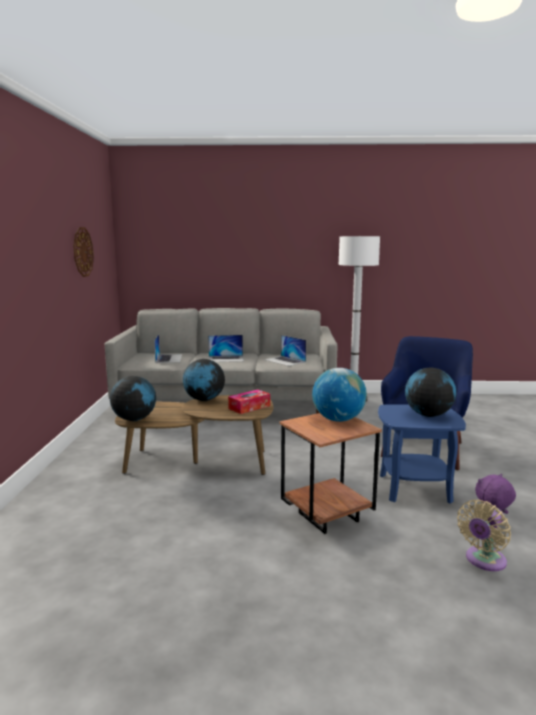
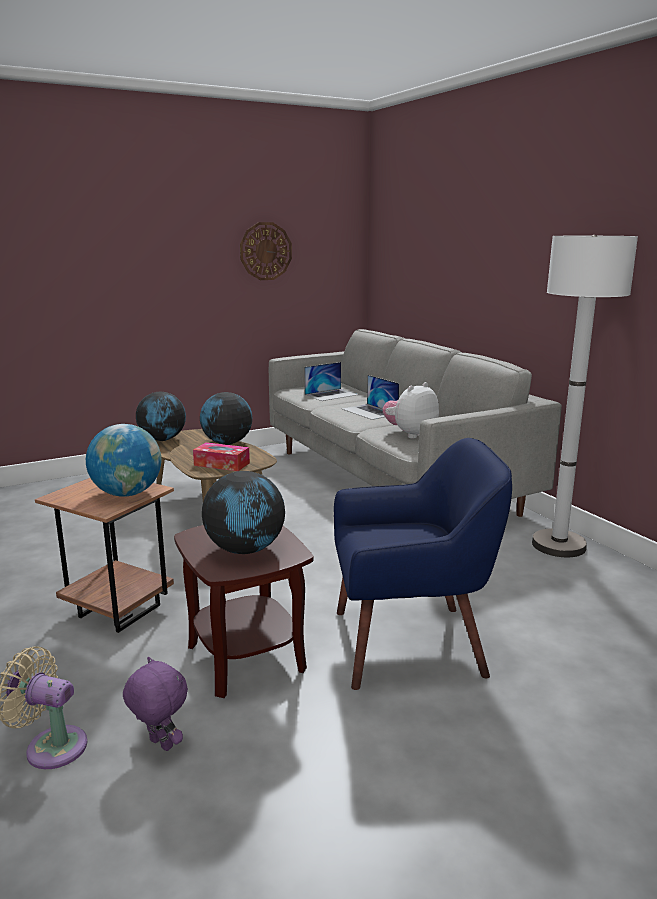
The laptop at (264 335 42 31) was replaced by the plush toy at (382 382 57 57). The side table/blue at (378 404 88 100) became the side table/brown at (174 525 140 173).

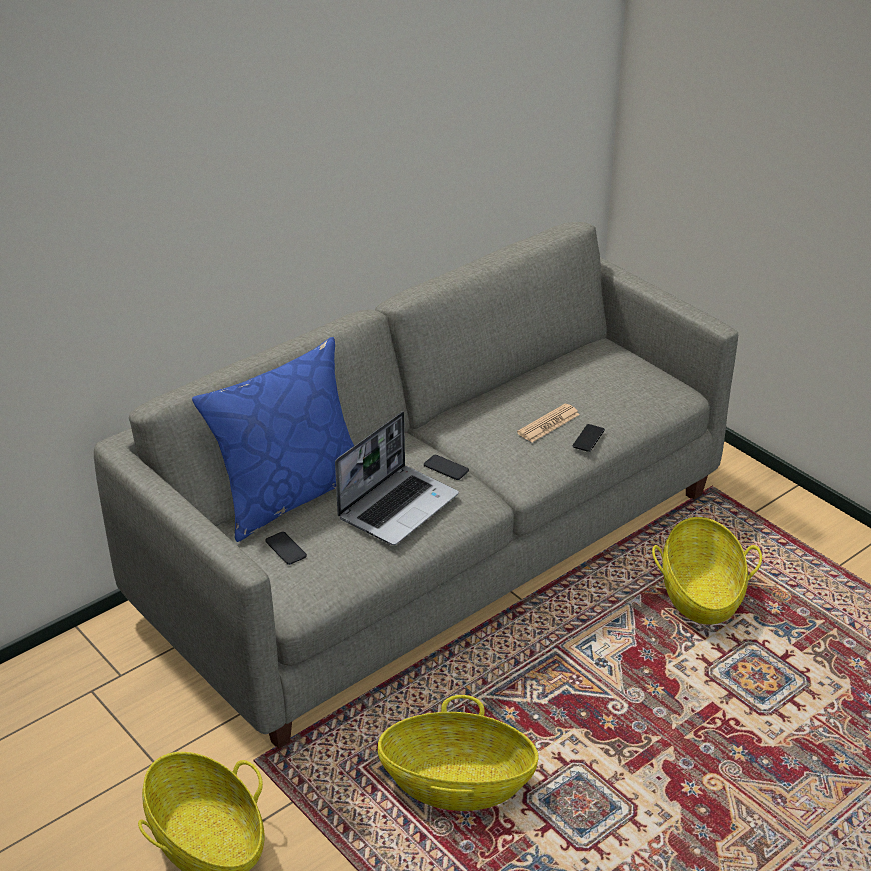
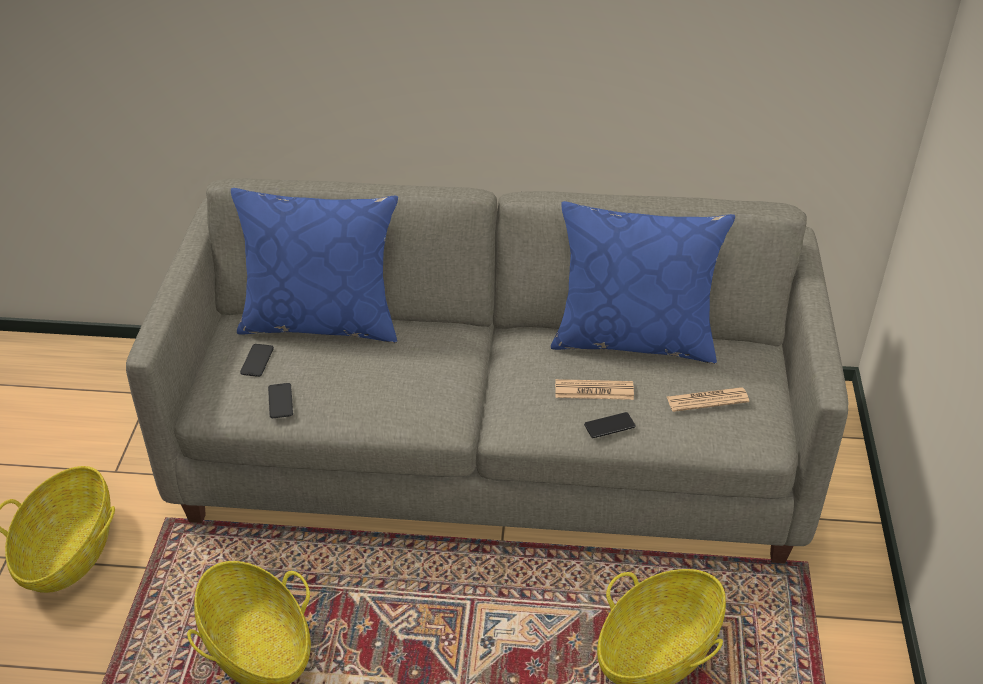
The laptop at (335 411 124 134) disappeared. The phone moved from (424 455 45 25) to (268 383 25 35). The pillow/blue at (551 201 184 163) appeared. The newspaper at (667 387 82 25) appeared.

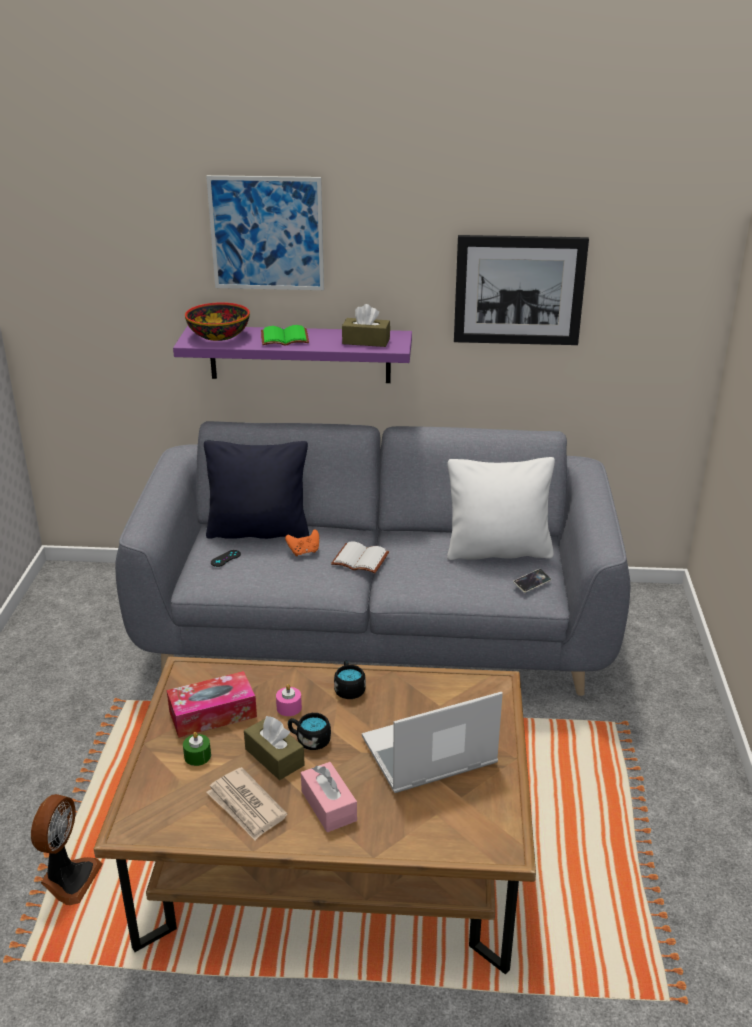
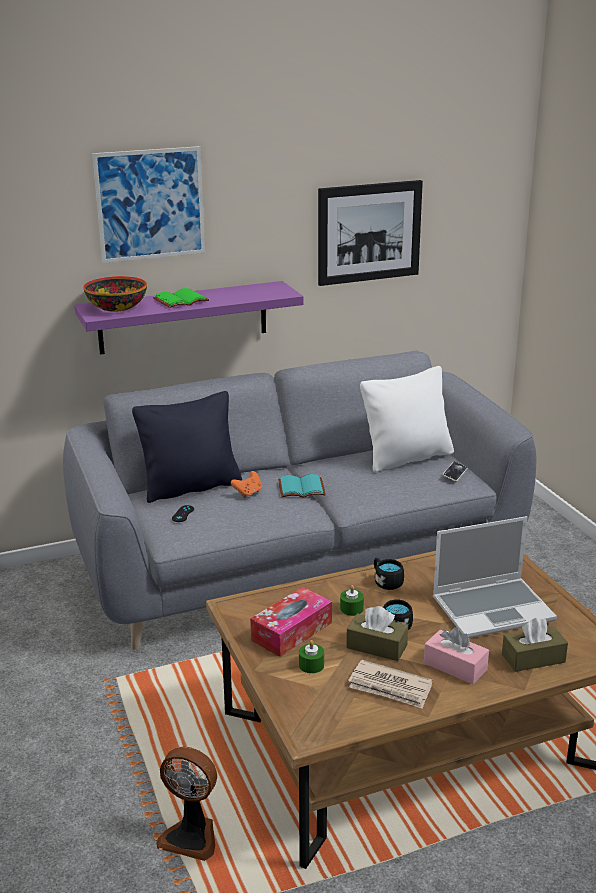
The fan at (31 794 72 111) turned 120 degrees clockwise. The candle/pink at (276 684 26 32) became the candle/green at (340 585 24 31). The book/white at (331 542 58 31) became the book/turquoise at (278 474 48 24). The tissue box/brown moved from (342 304 48 43) to (502 617 66 55). The laptop at (362 692 141 101) turned 150 degrees counterclockwise.

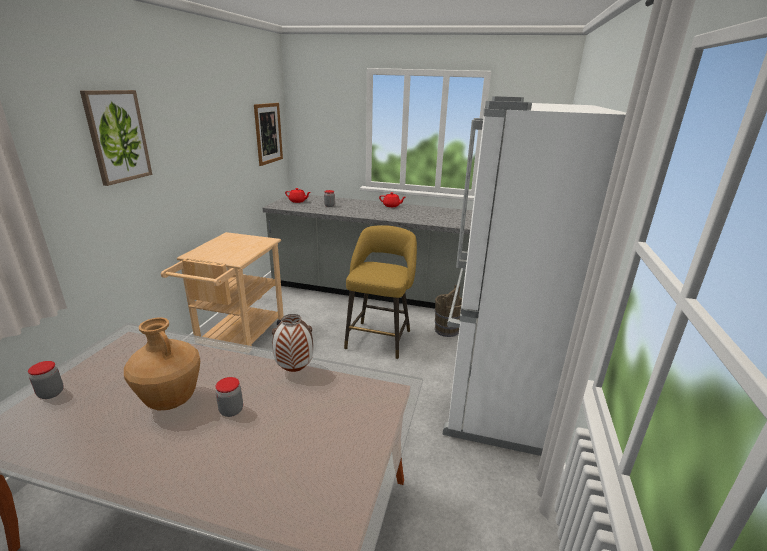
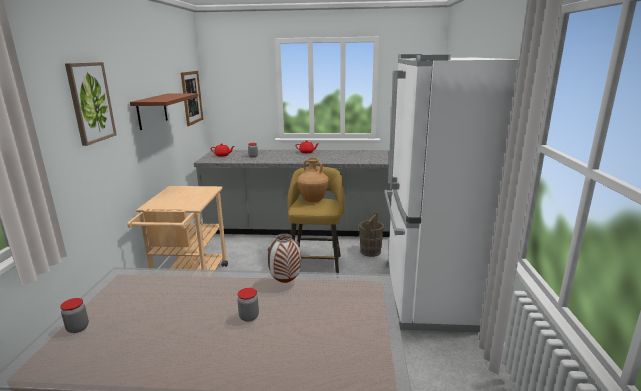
The vase/brown moved from (124 317 76 94) to (297 158 32 44). The shelf/brown at (130 93 68 37) appeared.

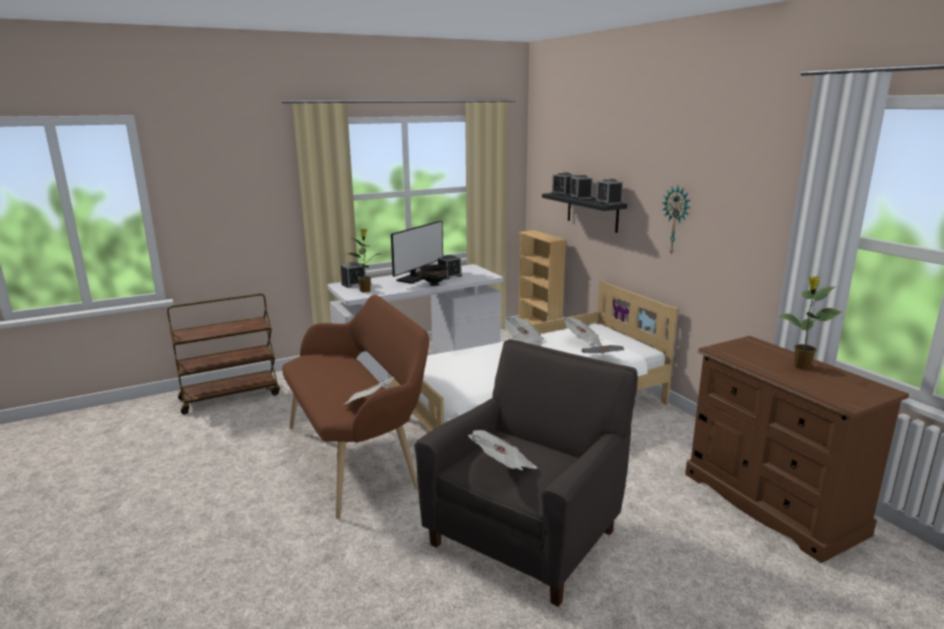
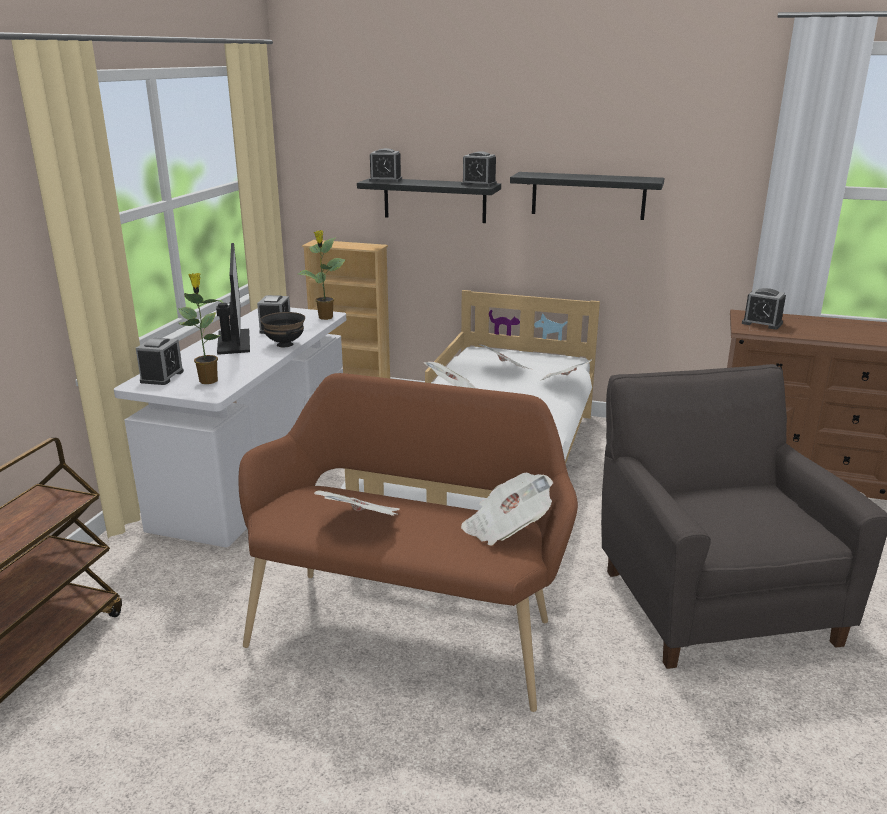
The newspaper moved from (468 430 69 40) to (314 490 86 26). The alarm clock moved from (570 175 23 24) to (742 288 44 42). The wall clock at (662 186 29 68) was replaced by the shelf/black at (510 172 154 48). The potted plant moved from (778 276 64 94) to (298 230 48 90).

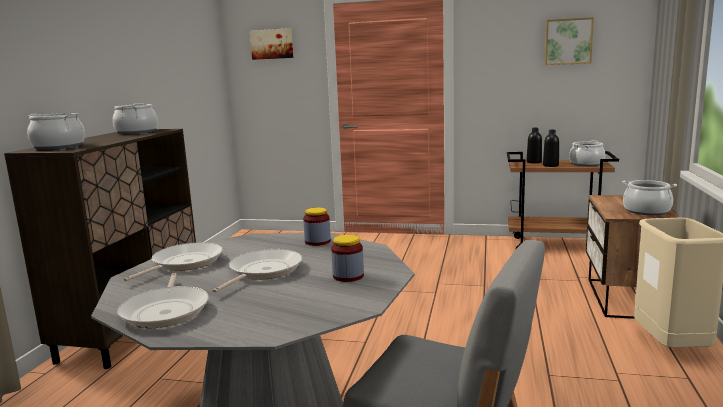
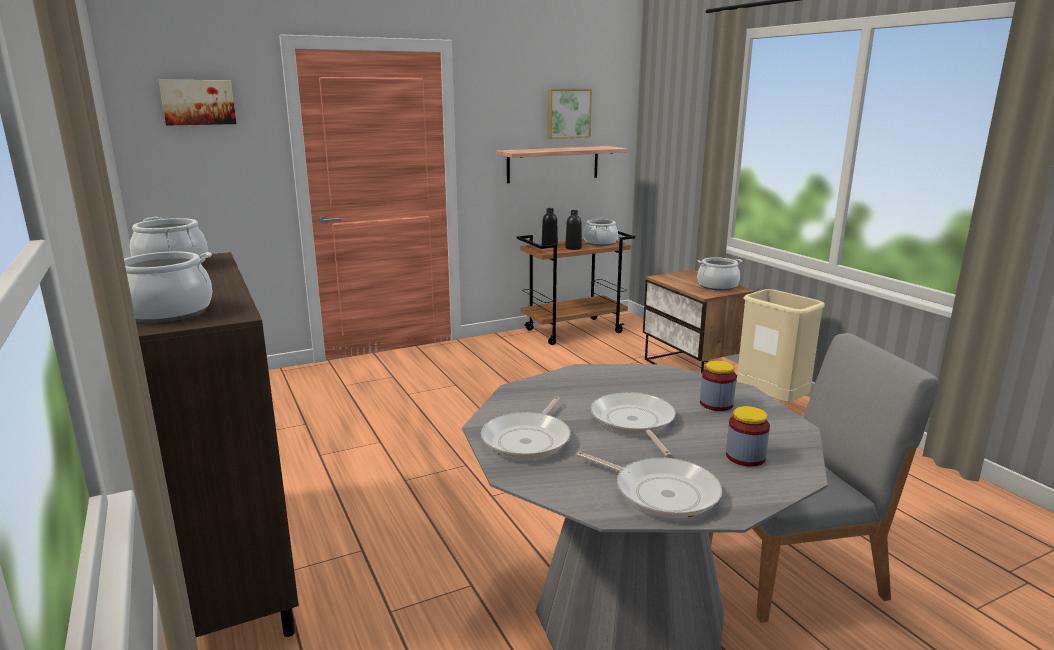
The frying pan at (123 242 100 39) turned 150 degrees counterclockwise. The jar moved from (303 207 28 39) to (726 406 44 61). The shelf at (496 146 131 37) appeared.

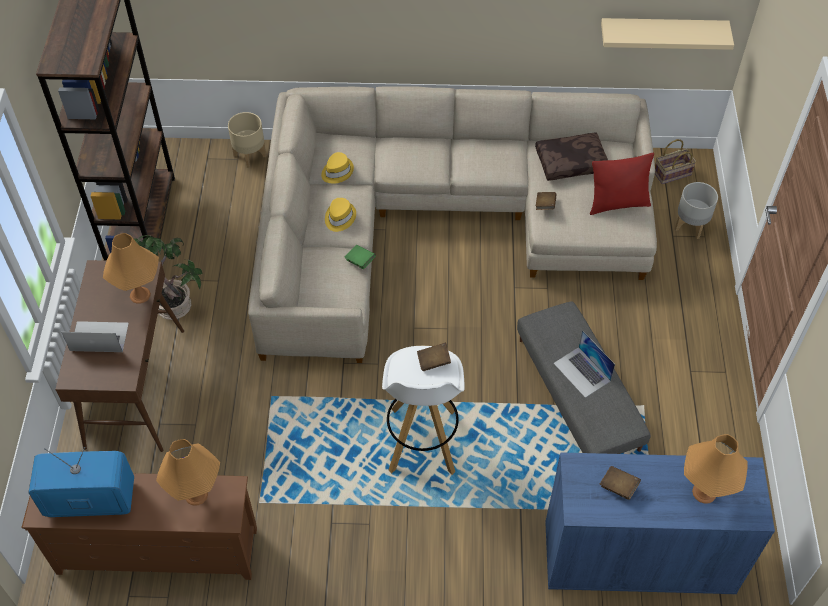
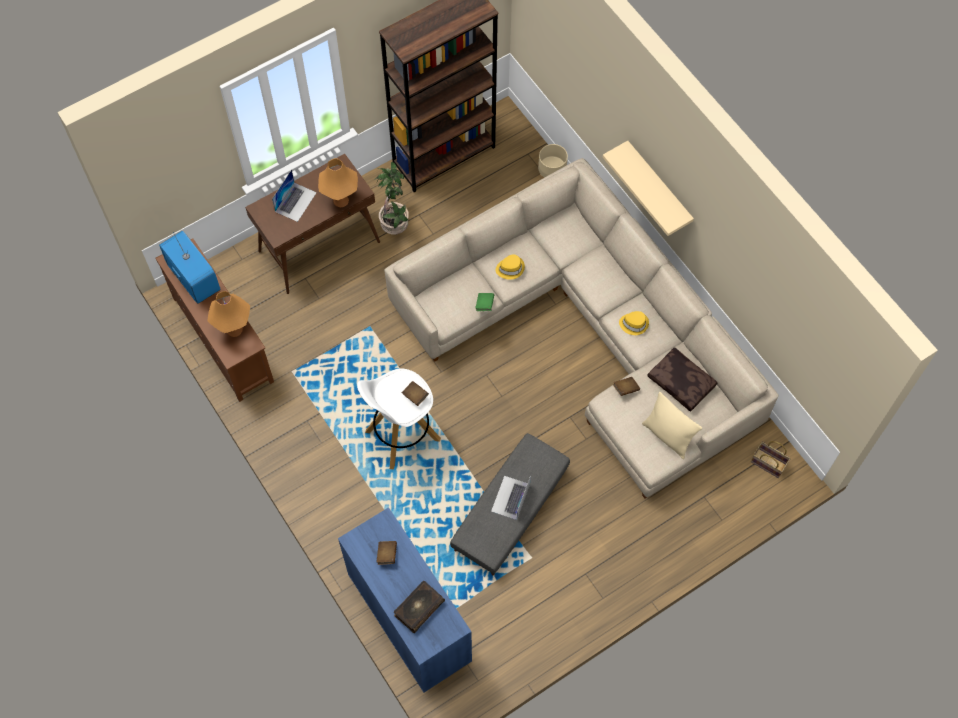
The laptop at (62 321 67 31) turned 60 degrees clockwise. The hat/yellow moved from (321 152 33 32) to (619 311 30 24). The pillow/red at (590 153 64 62) became the pillow/beige at (642 392 60 67). The shelf/beige moved from (601 18 133 32) to (602 141 92 95). The planter/grey at (675 182 43 57) disappeared. The table lamp/orange at (684 434 63 69) was replaced by the book at (394 581 51 52).

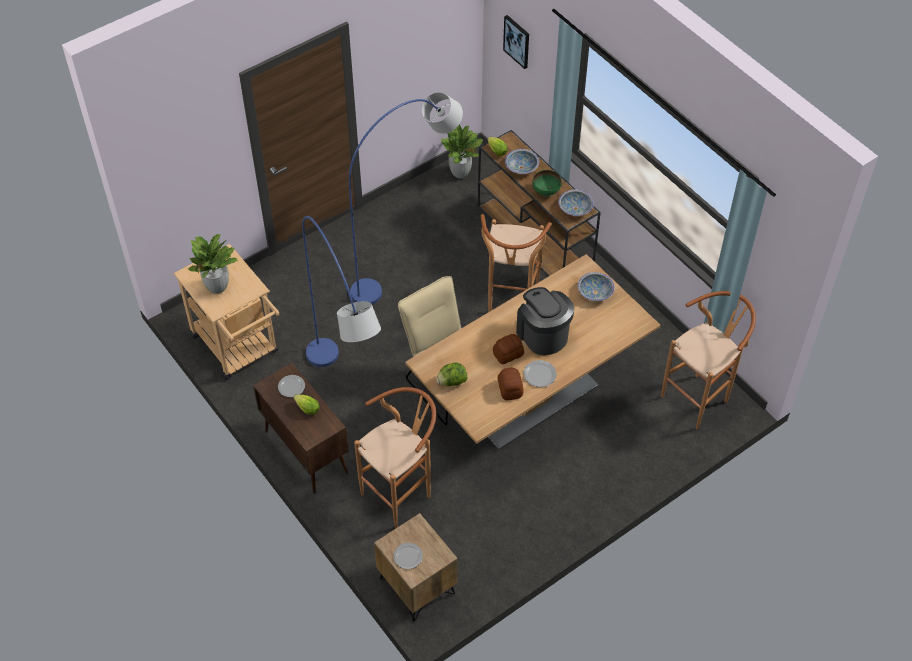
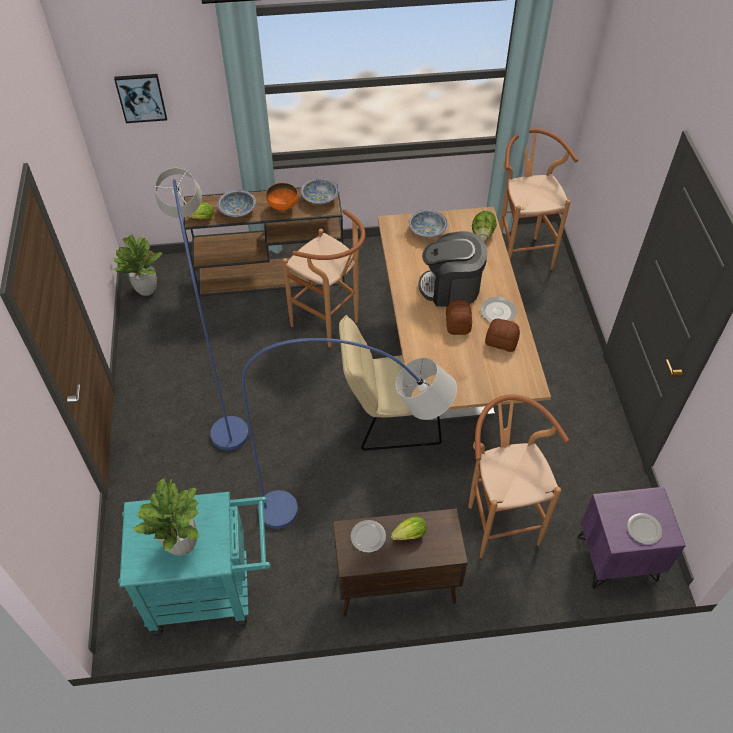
The cart/beige at (173 244 107 136) became the cart/turquoise at (118 492 152 144). The nightstand/brown at (374 513 84 108) became the nightstand/purple at (578 487 108 102). The lettuce moved from (436 363 31 23) to (472 211 25 30). The bowl/green at (532 170 30 27) became the bowl/orange at (266 183 32 30).

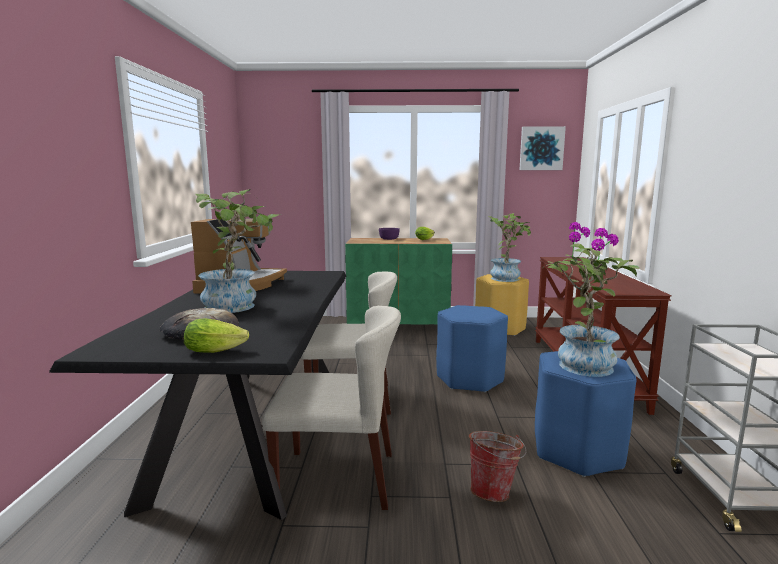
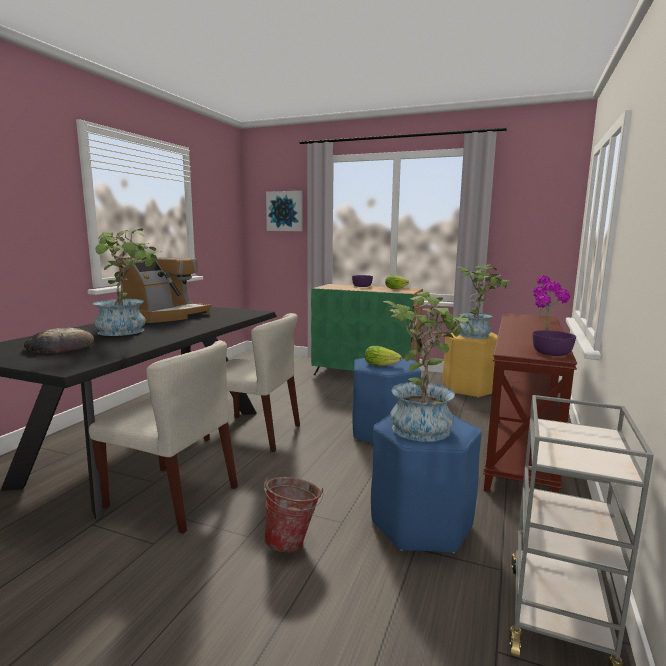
The lettuce moved from (184 318 65 35) to (365 346 37 20). The picture moved from (520 126 46 44) to (266 191 37 40). The bowl/purple at (533 330 43 26) appeared.

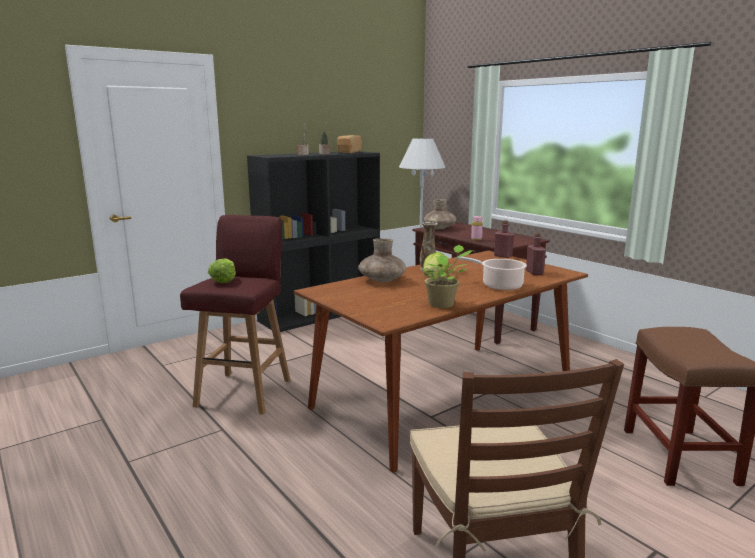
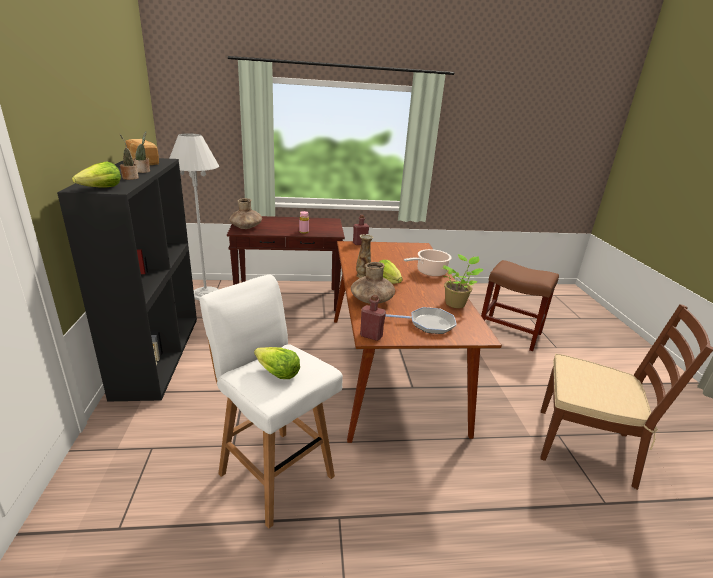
The stool/red at (180 215 110 200) became the stool/white at (199 275 144 254). The bottle/red moved from (526 233 20 42) to (360 295 26 46). The lettuce at (72 162 49 25) appeared. The frying pan at (385 307 72 27) appeared.

